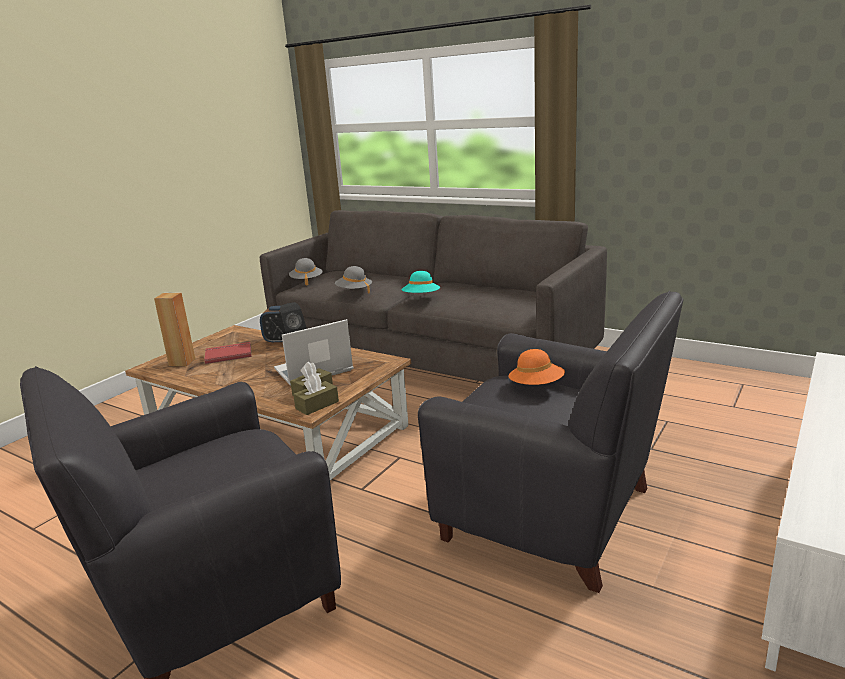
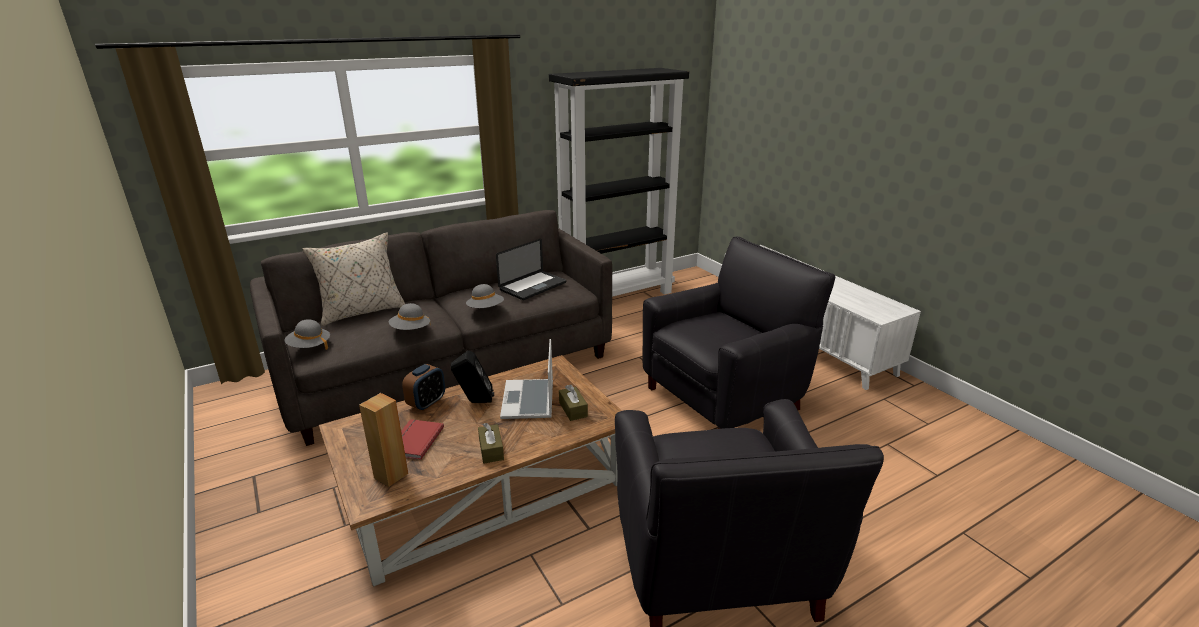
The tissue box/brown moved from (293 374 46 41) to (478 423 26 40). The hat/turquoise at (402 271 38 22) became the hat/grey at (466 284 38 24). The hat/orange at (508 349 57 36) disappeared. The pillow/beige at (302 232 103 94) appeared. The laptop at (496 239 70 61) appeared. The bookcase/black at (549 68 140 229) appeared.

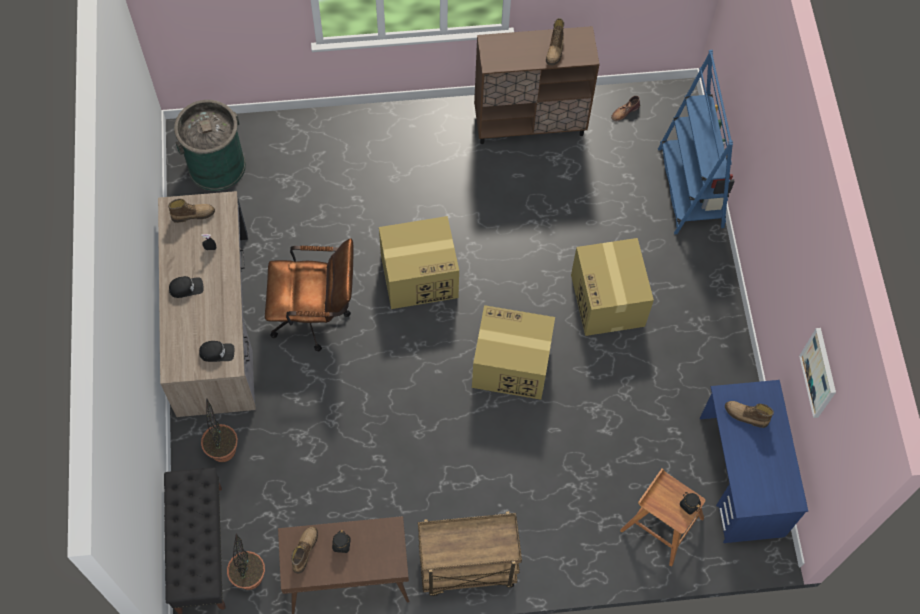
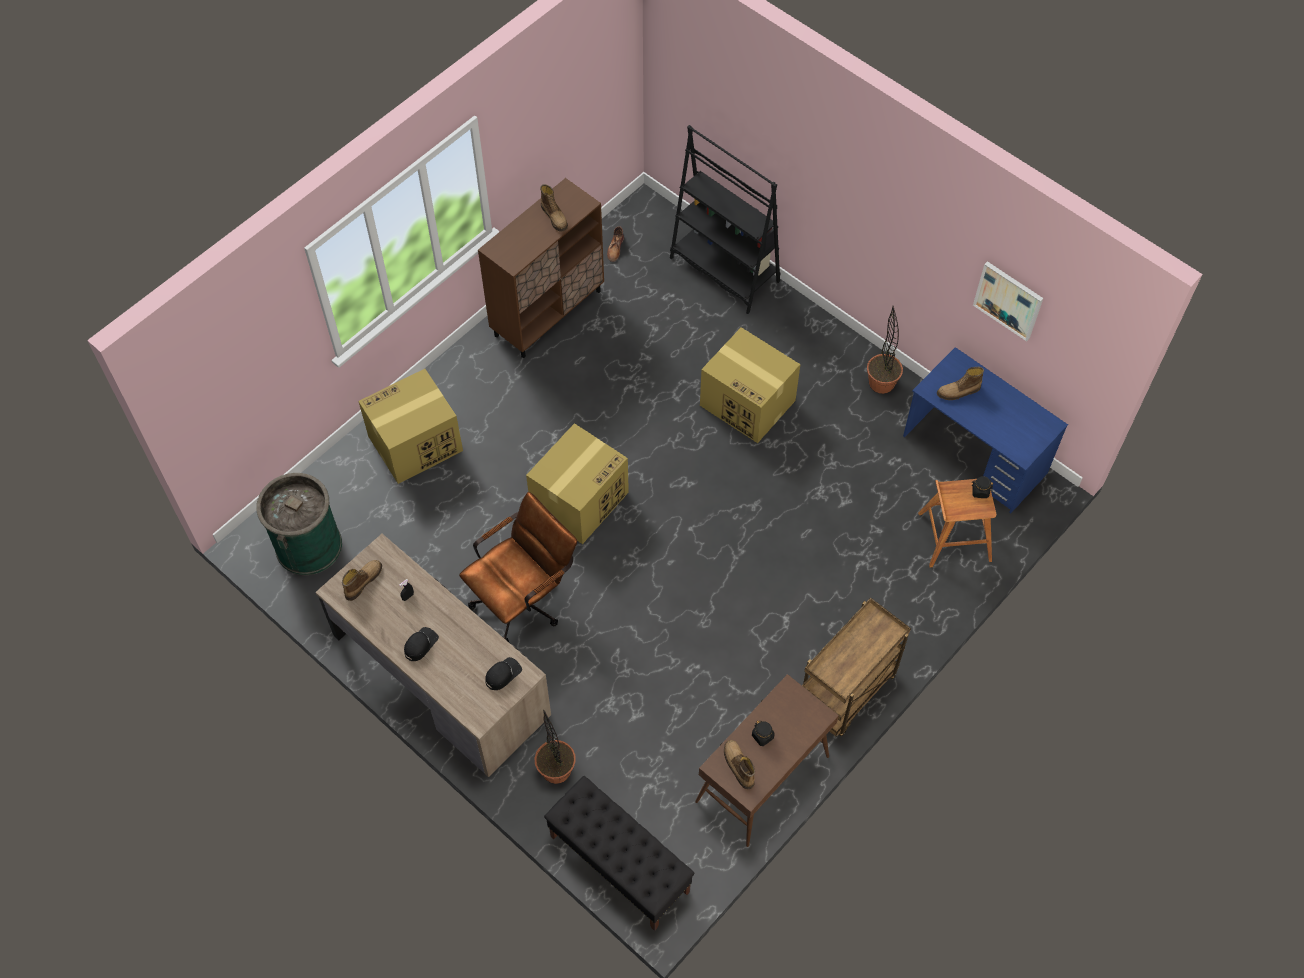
The potted plant moved from (227 534 38 56) to (867 306 36 88). The cardboard box moved from (472 305 83 95) to (358 369 105 115). The bookcase/blue at (658 50 77 184) became the bookcase/black at (670 125 111 189).

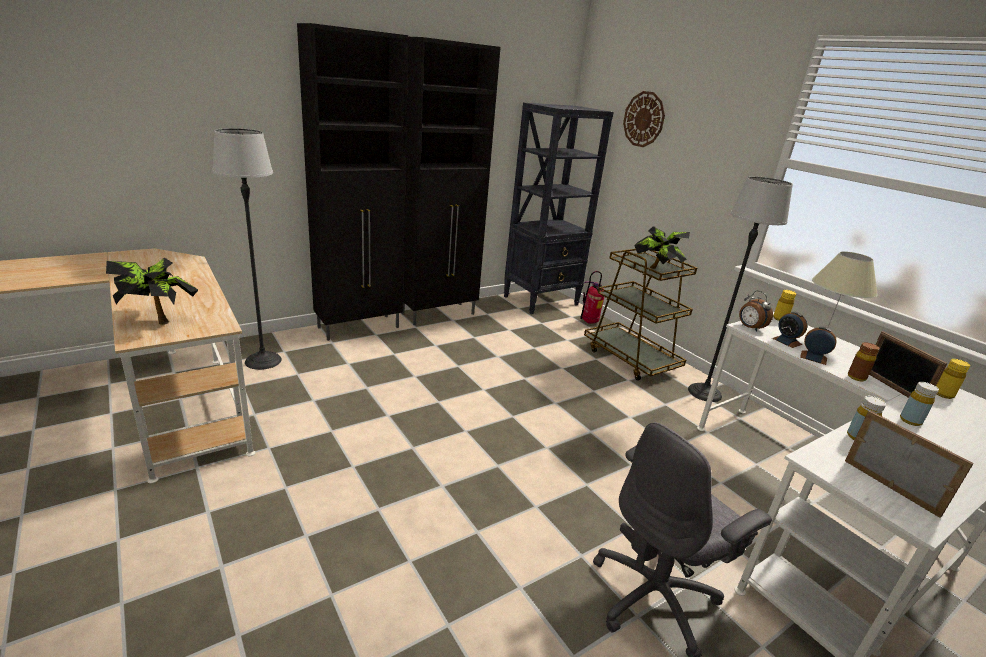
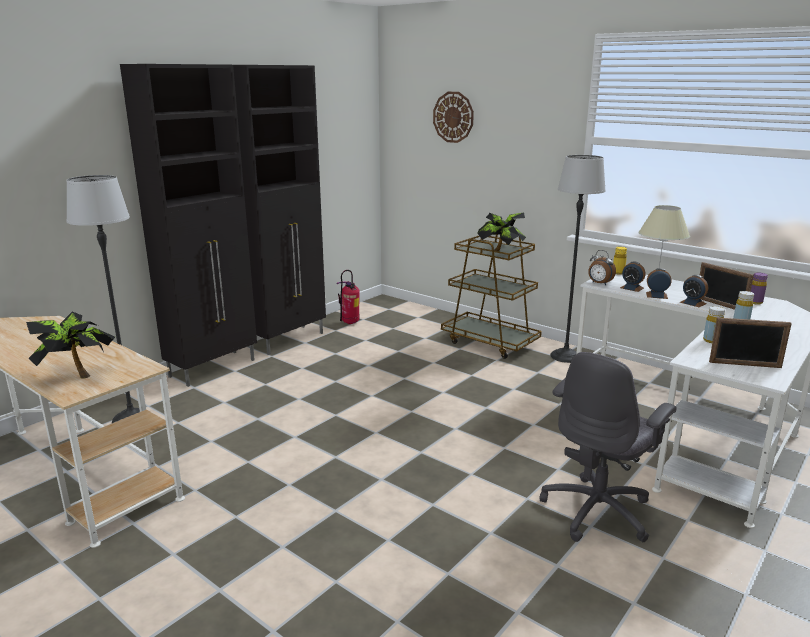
The bookcase/black at (504 103 110 211) disappeared. The fire extinguisher moved from (580 271 24 53) to (336 270 24 54). The picture frame at (845 411 129 107) turned 150 degrees clockwise. The bottle/brown at (848 342 31 39) was replaced by the alarm clock at (680 275 28 32). The bottle/yellow at (936 359 34 40) became the bottle/purple at (751 273 17 32).

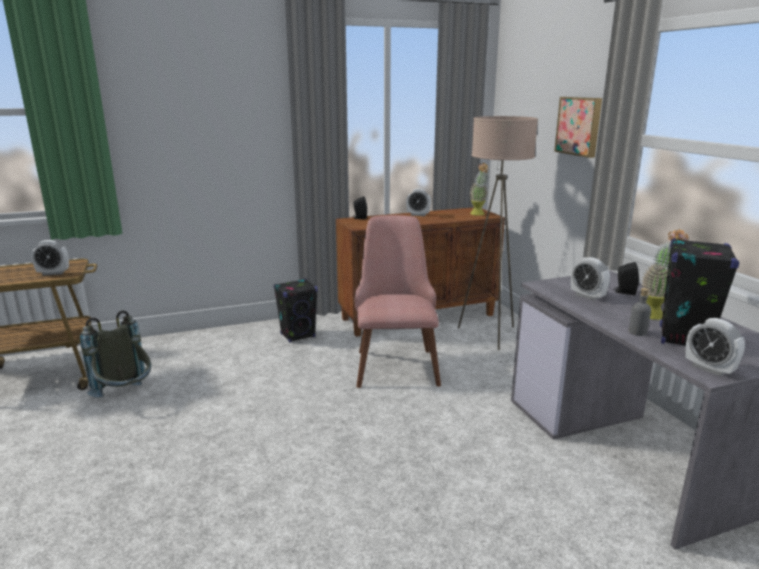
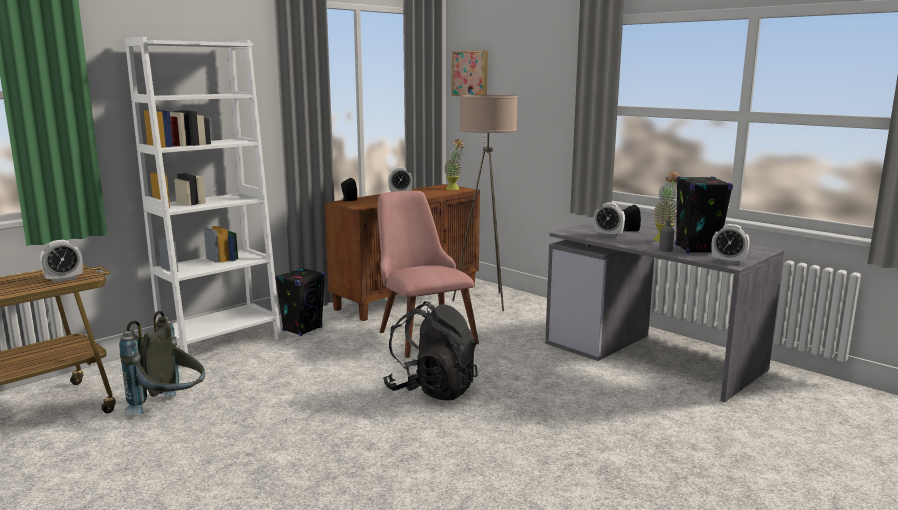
The picture moved from (554 97 48 61) to (452 51 36 45). The bookcase/white at (125 37 156 331) appeared. The backpack/black at (383 301 94 99) appeared.

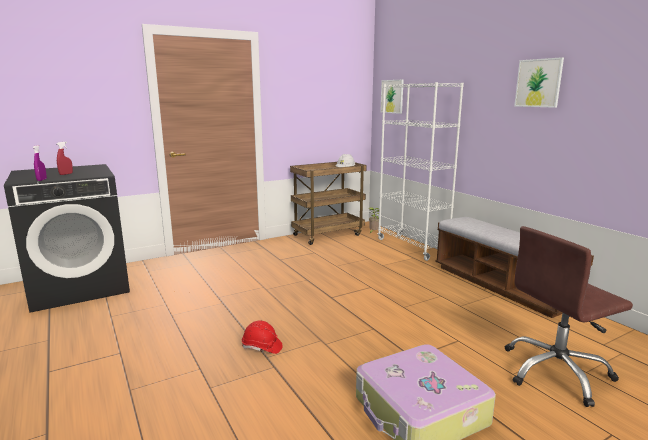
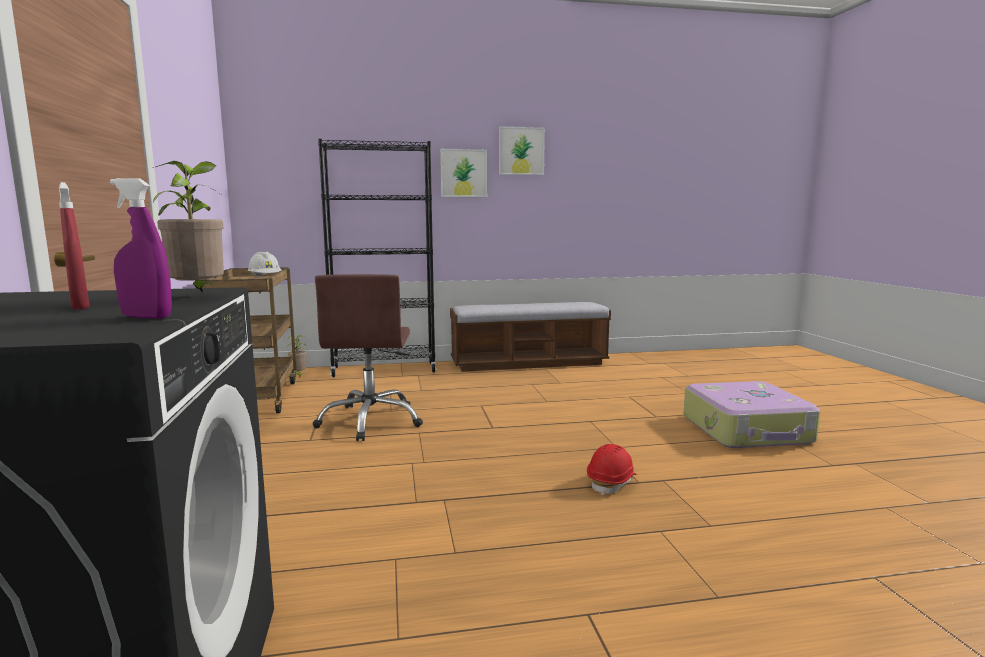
The bookcase/white at (378 82 86 179) became the bookcase/black at (318 139 118 238). The picture moved from (380 80 24 34) to (440 149 47 48). The office chair/brown moved from (505 226 128 181) to (313 274 110 167). The potted plant at (153 161 71 131) appeared.

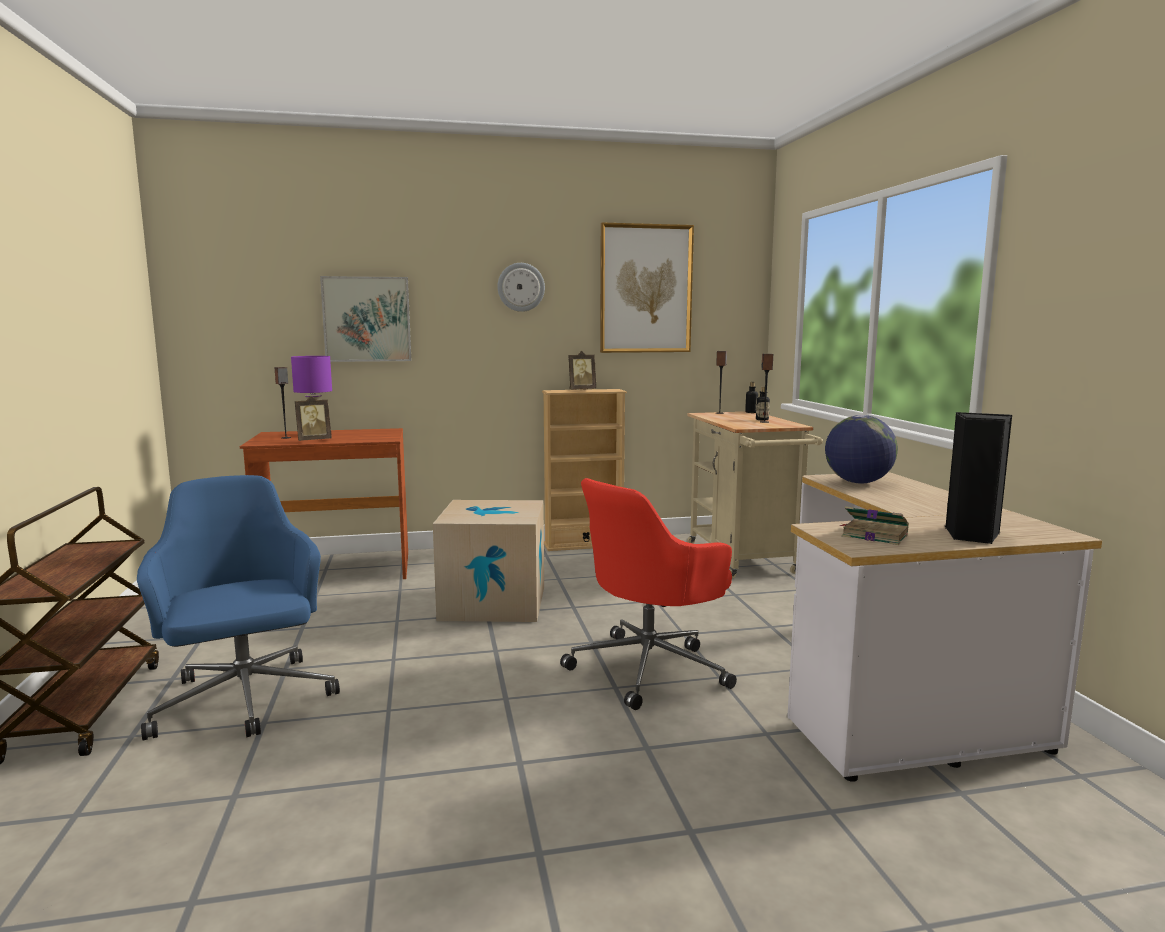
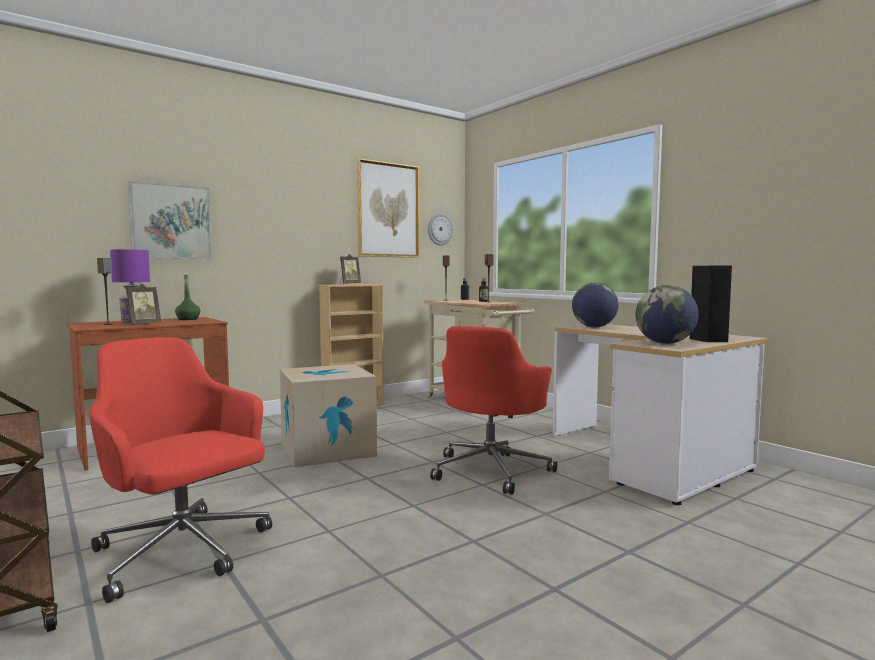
The office chair/blue at (137 475 203 265) became the office chair/red at (89 337 183 266). The wall clock moved from (497 263 48 49) to (428 213 25 32). The book at (839 506 70 39) was replaced by the globe at (636 285 63 59). The bottle/green at (175 275 25 45) appeared.

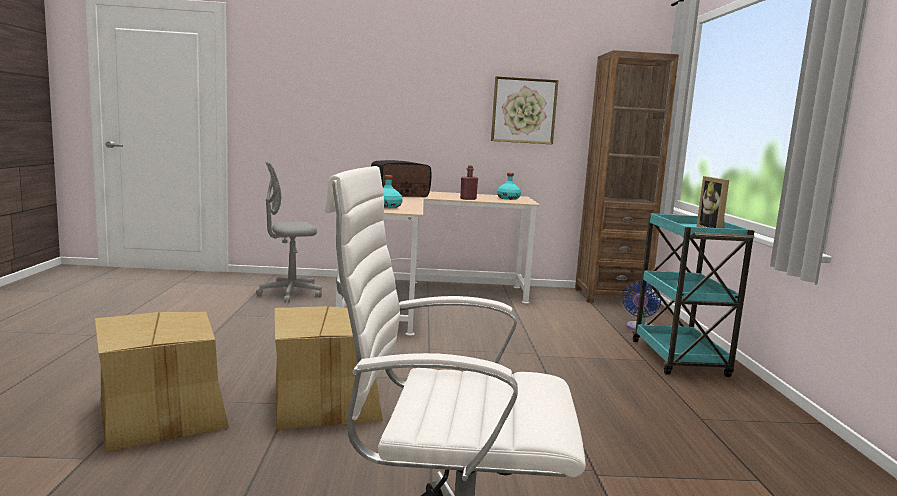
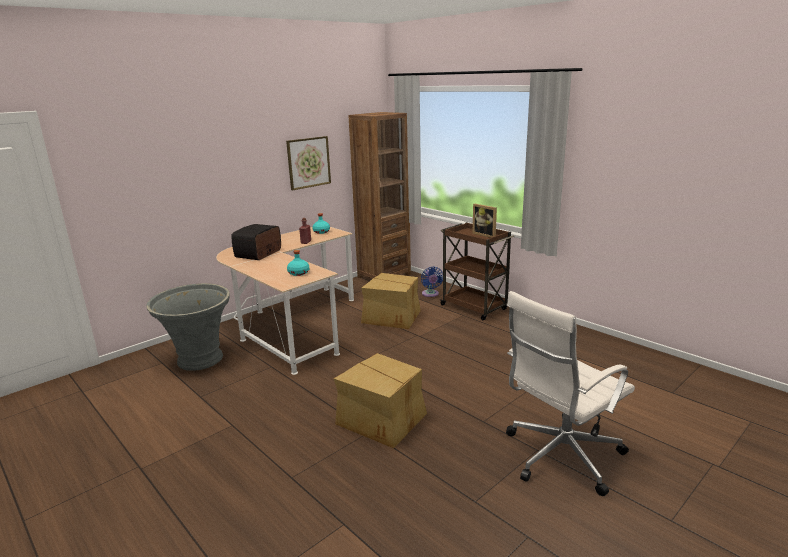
The cardboard box moved from (95 311 134 141) to (361 273 60 56). The office chair/grey at (256 161 66 142) was replaced by the planter/grey at (146 283 84 88). The cart/turquoise at (633 213 121 164) became the cart/brown at (440 222 74 98).

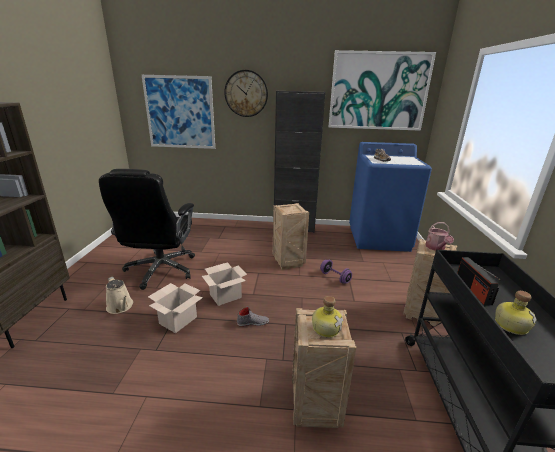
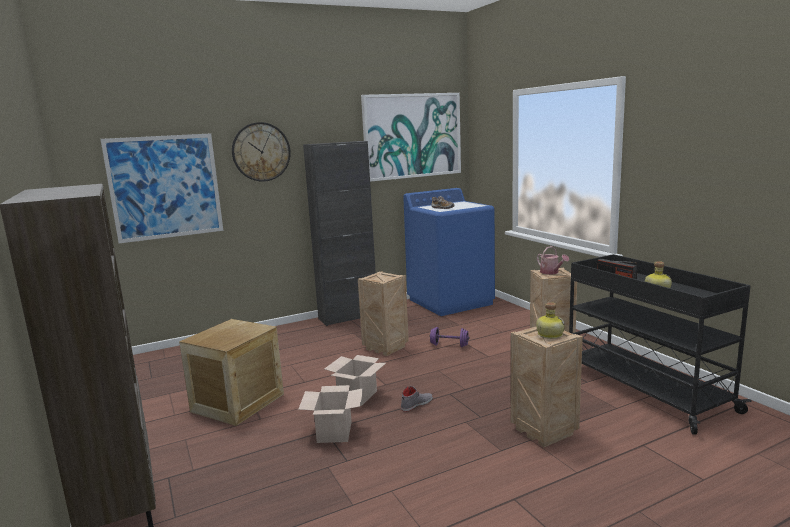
The office chair/black at (99 169 96 121) was replaced by the crate at (179 319 105 107). The watering can/beige at (106 277 27 37) disappeared.

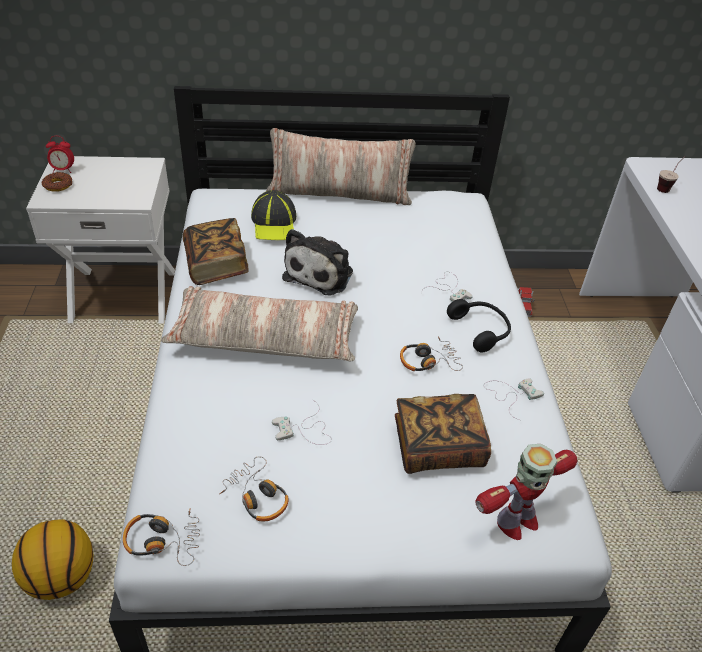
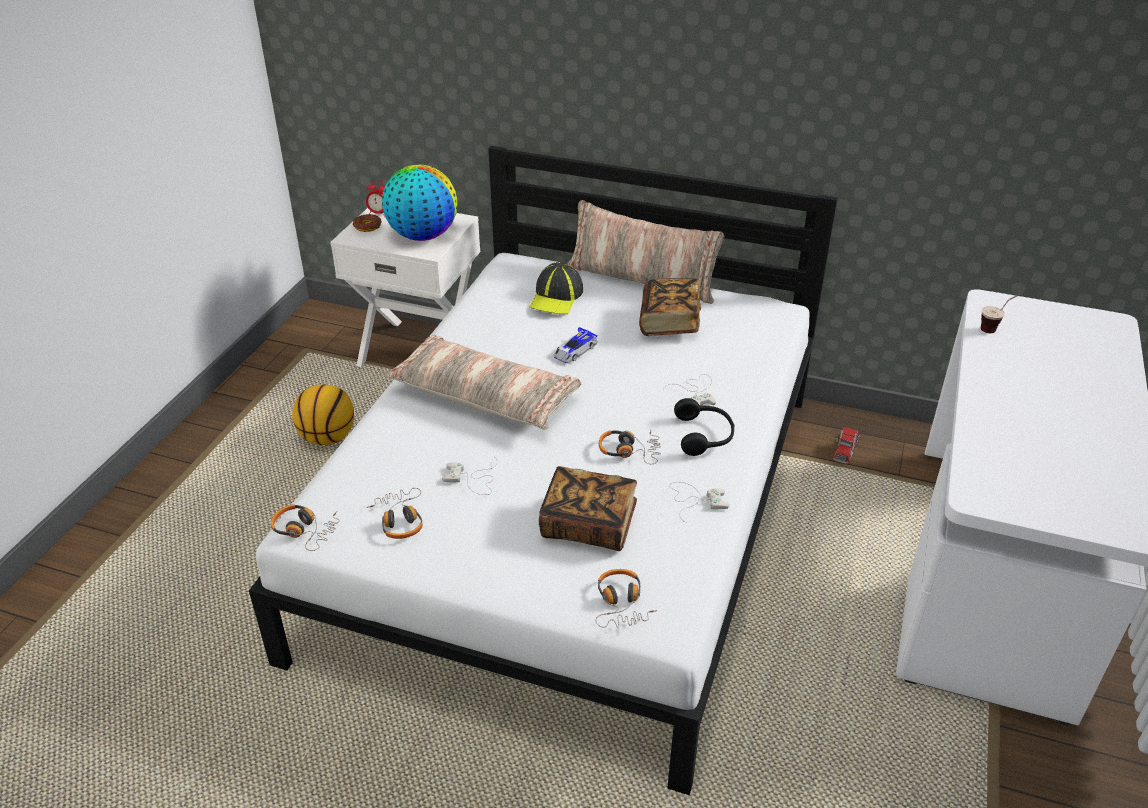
The basketball moved from (12 519 81 81) to (292 385 62 60). The book moved from (183 218 66 67) to (639 278 62 58). The plush toy at (282 229 71 67) was replaced by the toy car at (553 327 45 36). The toy robot at (476 444 101 96) was replaced by the headphones at (596 569 61 59). The globe at (382 165 75 76) appeared.

